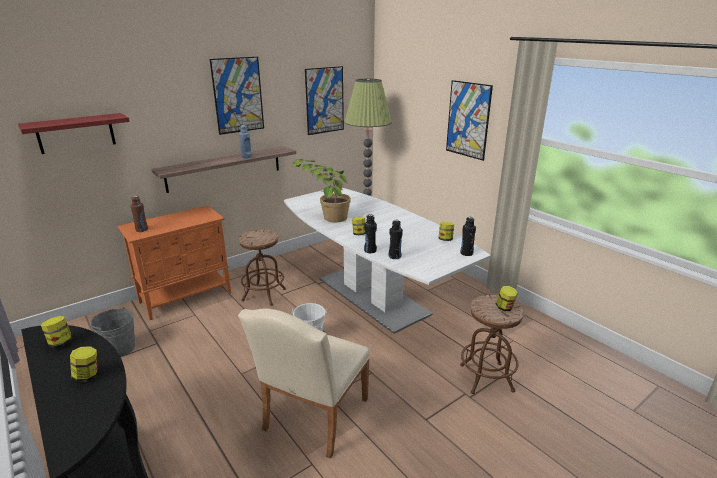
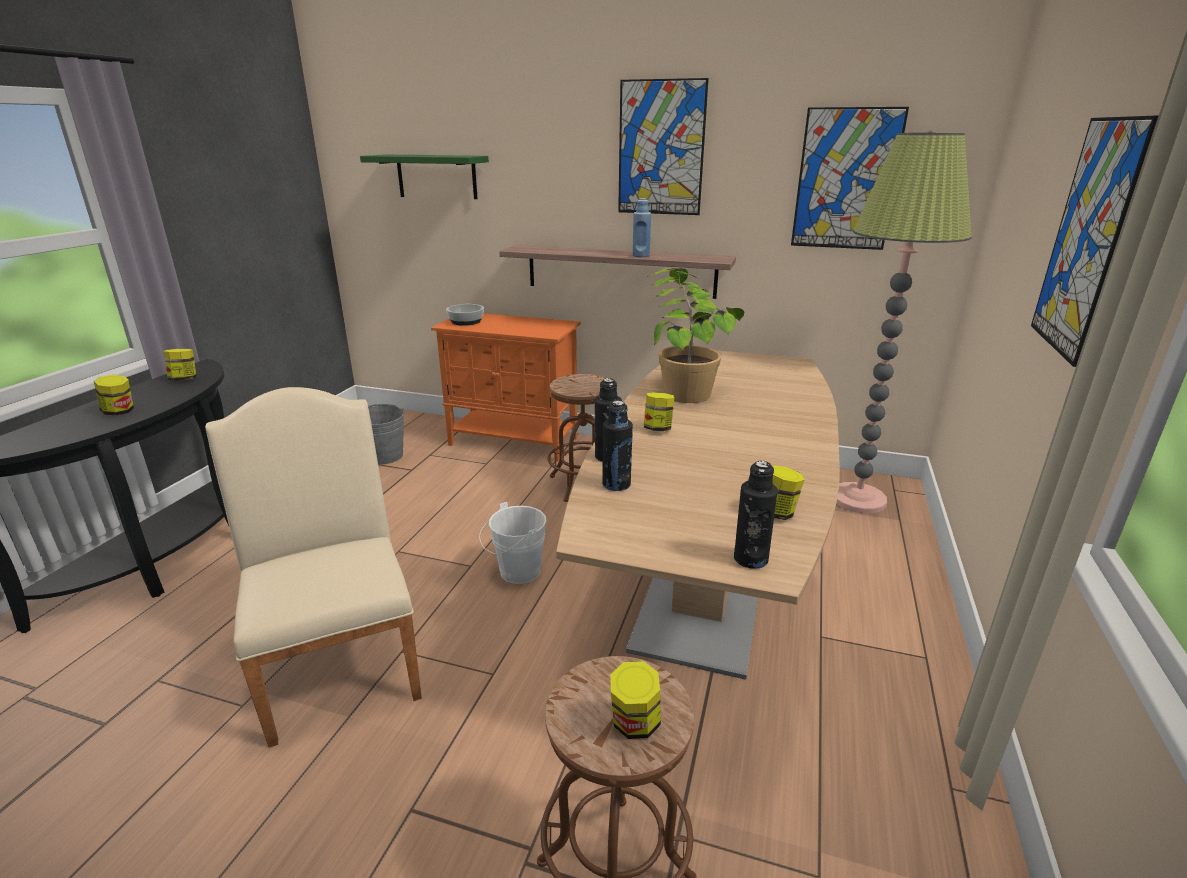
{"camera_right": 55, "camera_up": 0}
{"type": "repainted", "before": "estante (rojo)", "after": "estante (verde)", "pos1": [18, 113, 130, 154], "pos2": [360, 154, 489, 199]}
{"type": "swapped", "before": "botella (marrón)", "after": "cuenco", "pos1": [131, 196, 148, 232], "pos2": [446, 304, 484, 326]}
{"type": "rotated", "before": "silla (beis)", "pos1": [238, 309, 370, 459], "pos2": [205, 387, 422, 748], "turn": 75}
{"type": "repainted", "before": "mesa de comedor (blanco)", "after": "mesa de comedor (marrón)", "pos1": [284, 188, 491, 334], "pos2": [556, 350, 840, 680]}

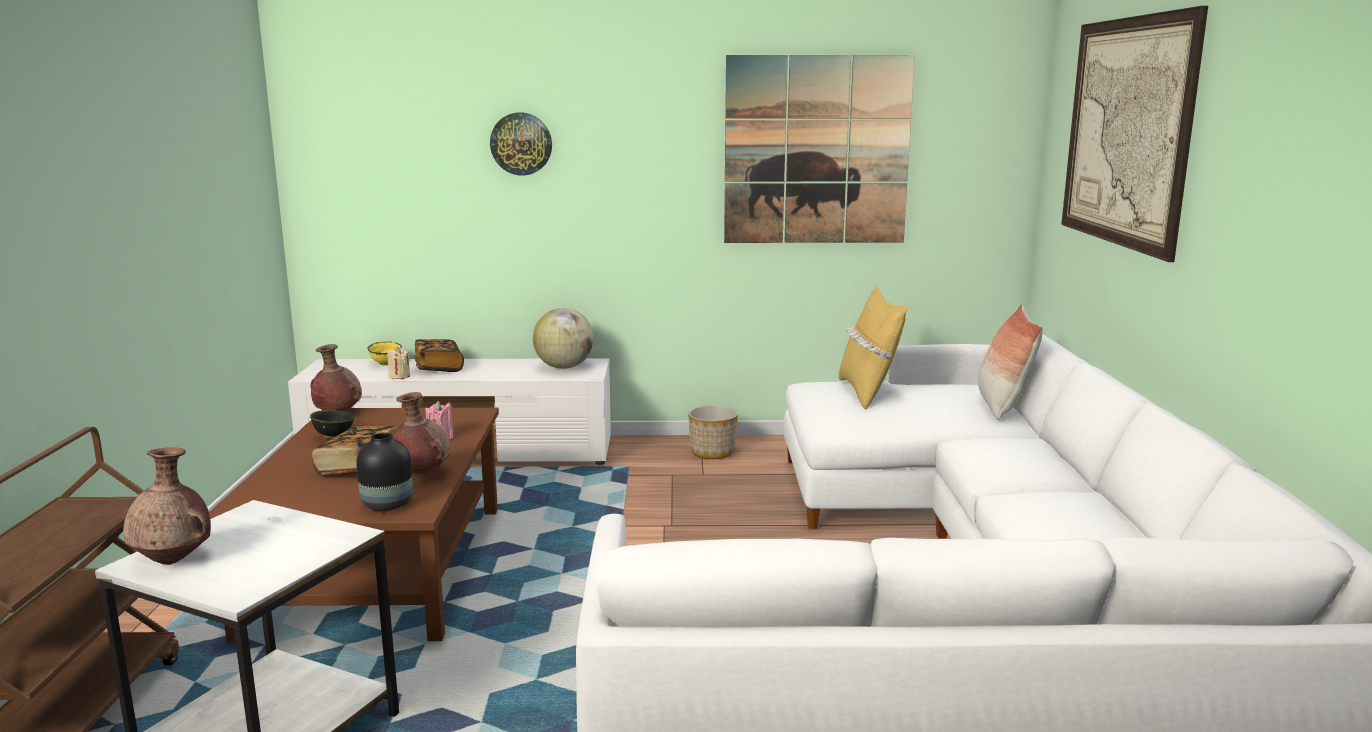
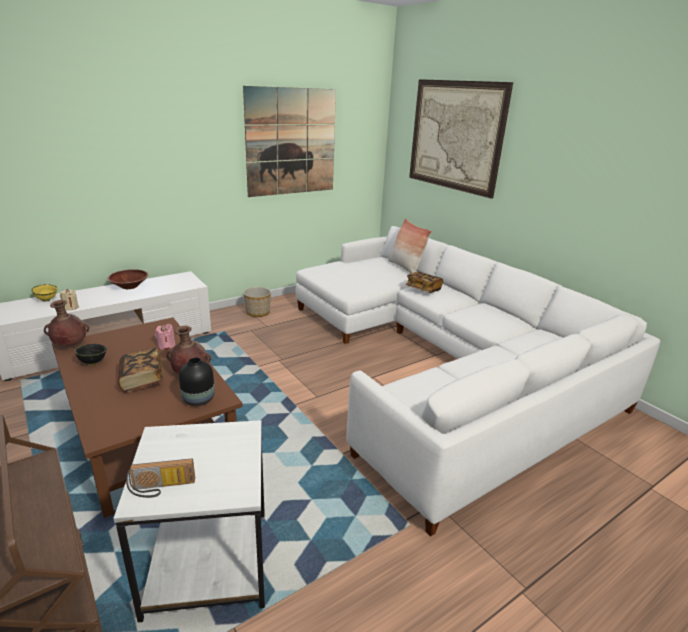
{"camera_right": -35, "camera_up": 10}
{"type": "swapped", "before": "florero (marrón)", "after": "radio", "pos1": [123, 447, 211, 565], "pos2": [126, 458, 195, 498]}
{"type": "shifted", "before": "libro", "pos1": [414, 339, 464, 372], "pos2": [405, 272, 443, 293]}
{"type": "gone", "before": "reloj de pared", "pos1": [490, 113, 552, 175]}
{"type": "gone", "before": "globo terráqueo", "pos1": [533, 308, 594, 369]}
{"type": "gone", "before": "cojín (amarillo)", "pos1": [838, 286, 908, 409]}
{"type": "new", "after": "cuenco (marrón)", "pos2": [108, 269, 148, 289]}

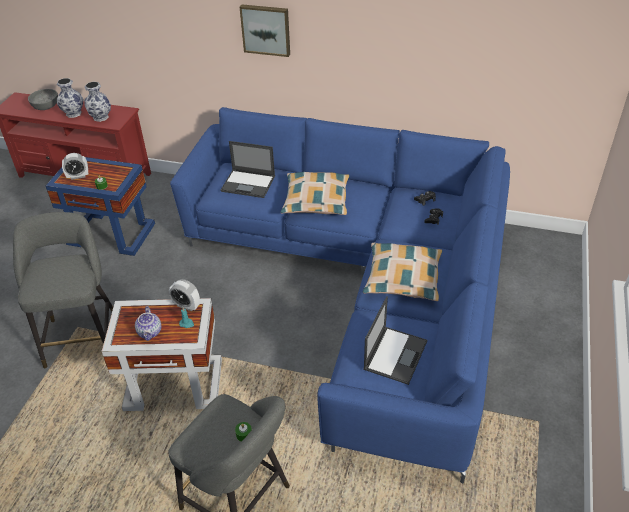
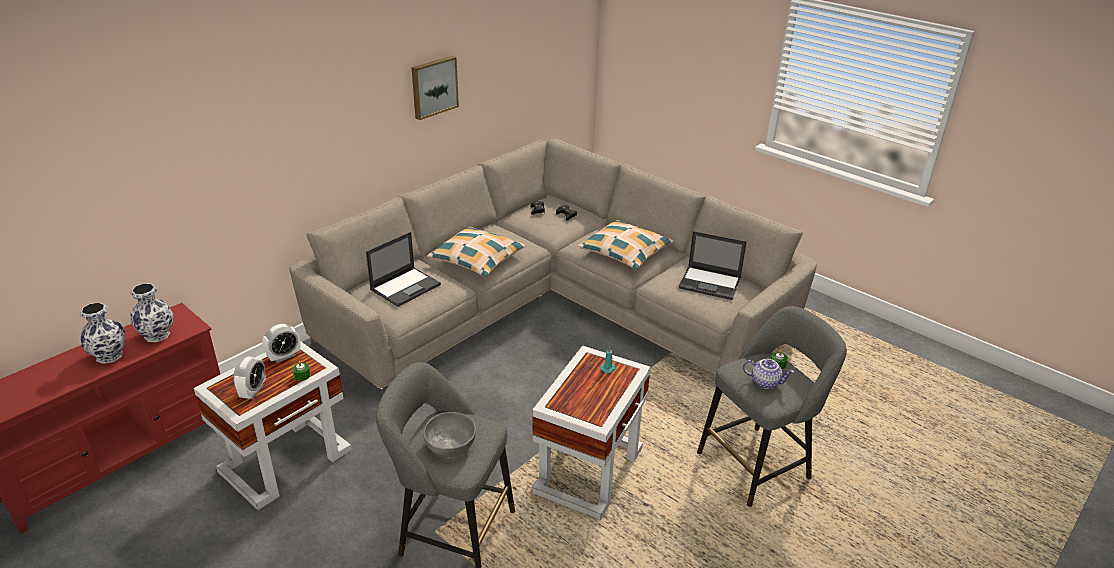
{"camera_right": -65, "camera_up": -10}
{"type": "shifted", "before": "cuenco (gris)", "pos1": [28, 89, 58, 110], "pos2": [423, 412, 476, 457]}
{"type": "repainted", "before": "mesa auxiliar (azul)", "after": "mesa auxiliar (blanco)", "pos1": [46, 157, 155, 256], "pos2": [193, 341, 352, 510]}
{"type": "shifted", "before": "tetera", "pos1": [135, 306, 161, 341], "pos2": [743, 359, 794, 389]}
{"type": "shifted", "before": "despertador", "pos1": [169, 279, 200, 311], "pos2": [263, 324, 300, 363]}
{"type": "repainted", "before": "sofá (azul)", "after": "sofá (beis)", "pos1": [170, 107, 510, 483], "pos2": [289, 139, 817, 398]}
{"type": "shifted", "before": "cuadro", "pos1": [239, 4, 290, 57], "pos2": [412, 56, 459, 120]}
{"type": "rotated", "before": "portátil", "pos1": [363, 296, 427, 385], "pos2": [679, 231, 747, 300], "turn": 150}

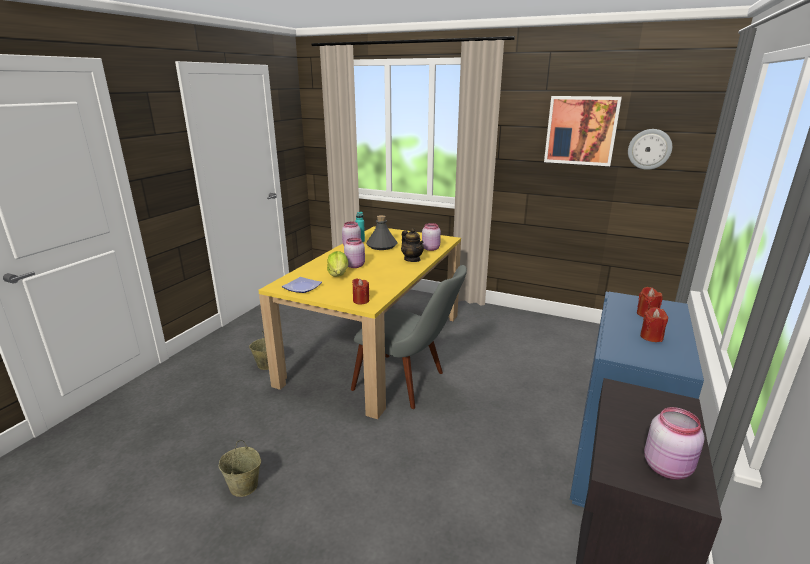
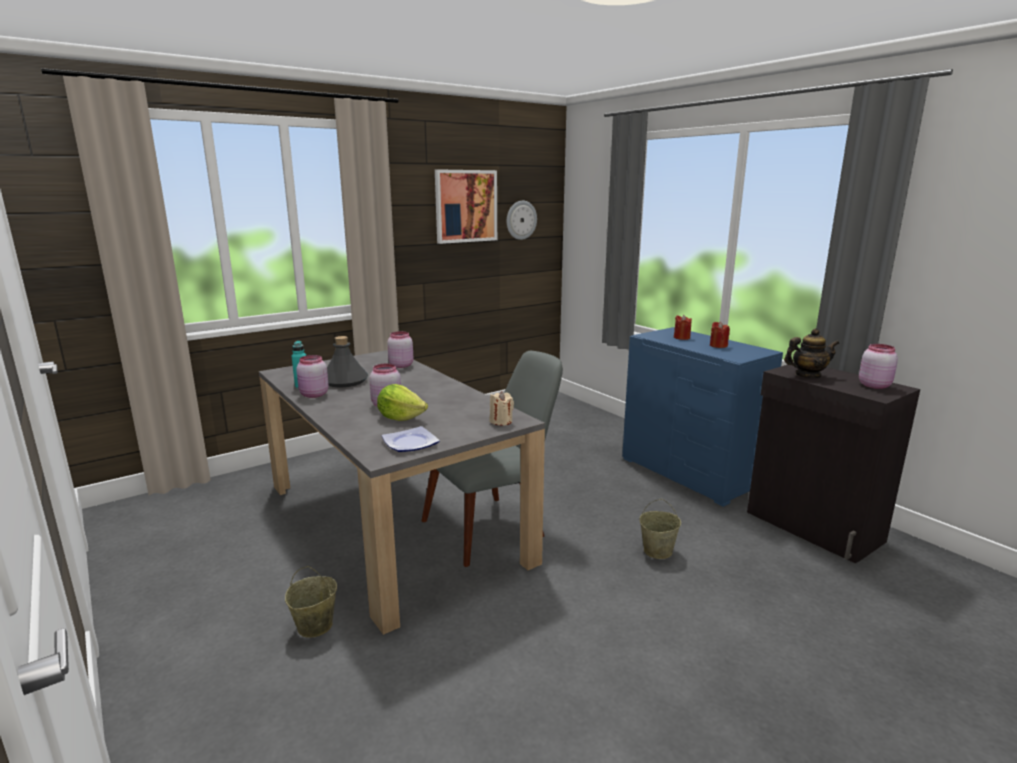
{"camera_right": -60, "camera_up": -5}
{"type": "shifted", "before": "cubo (beis)", "pos1": [218, 440, 261, 497], "pos2": [639, 499, 681, 559]}
{"type": "repainted", "before": "mesa de comedor (amarillo)", "after": "mesa de comedor (gris)", "pos1": [258, 226, 461, 419], "pos2": [259, 350, 545, 635]}
{"type": "repainted", "before": "vela (rojo)", "after": "vela (beis)", "pos1": [352, 278, 369, 305], "pos2": [490, 391, 514, 426]}
{"type": "shifted", "before": "tetera", "pos1": [401, 228, 424, 262], "pos2": [784, 328, 839, 378]}

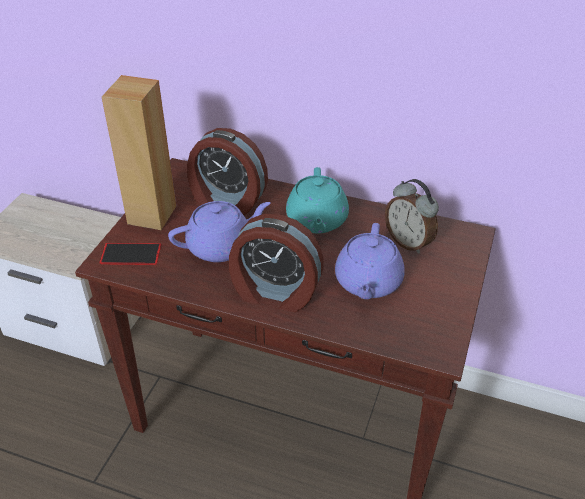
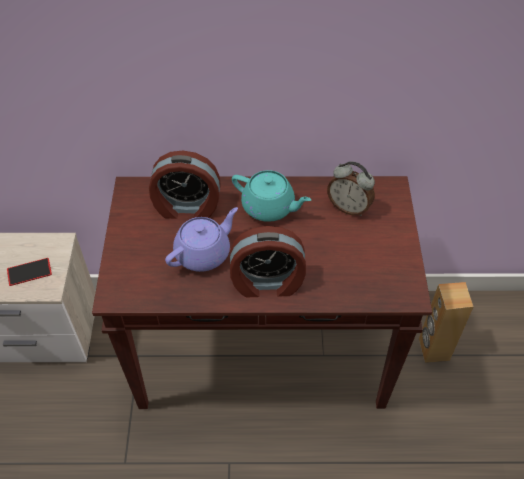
{"camera_right": -20, "camera_up": 10}
{"type": "shifted", "before": "móvil", "pos1": [99, 243, 161, 265], "pos2": [7, 258, 52, 286]}
{"type": "shifted", "before": "altavoz (marrón)", "pos1": [102, 75, 176, 230], "pos2": [419, 282, 474, 363]}
{"type": "rotated", "before": "tetera (turquesa)", "pos1": [286, 167, 349, 234], "pos2": [232, 170, 312, 222], "turn": -45}
{"type": "gone", "before": "tetera (morado)", "pos1": [335, 223, 405, 299]}

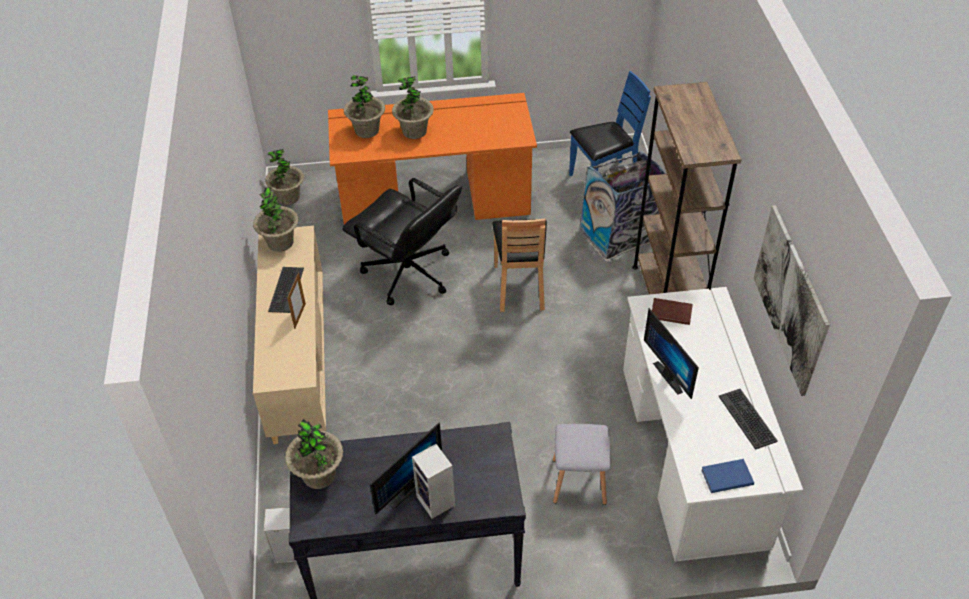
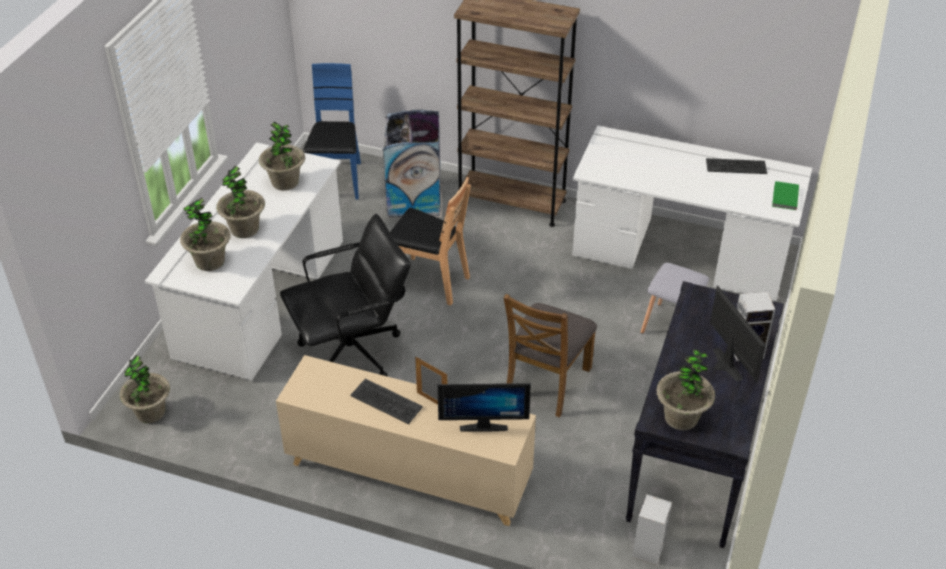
{"camera_right": -65, "camera_up": -5}
{"type": "shifted", "before": "planta en maceta", "pos1": [253, 187, 299, 252], "pos2": [259, 121, 305, 191]}
{"type": "repainted", "before": "escritorio (naranja)", "after": "escritorio (blanco)", "pos1": [328, 93, 537, 224], "pos2": [145, 142, 343, 381]}
{"type": "shifted", "before": "monitor", "pos1": [644, 308, 699, 399], "pos2": [437, 383, 531, 432]}
{"type": "gone", "before": "libro (marrón)", "pos1": [652, 298, 693, 325]}
{"type": "repainted", "before": "libro (azul)", "after": "libro (verde)", "pos1": [701, 459, 754, 493], "pos2": [772, 181, 799, 210]}
{"type": "gone", "before": "cuadro", "pos1": [753, 205, 830, 396]}
{"type": "new", "after": "silla (marrón)", "pos2": [504, 294, 597, 418]}

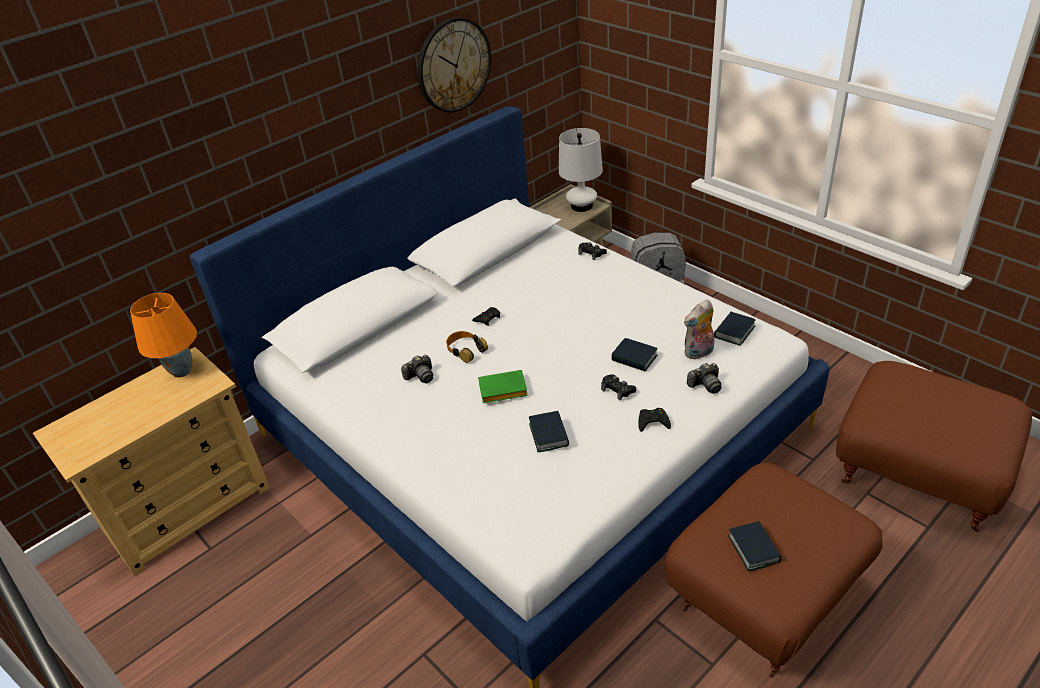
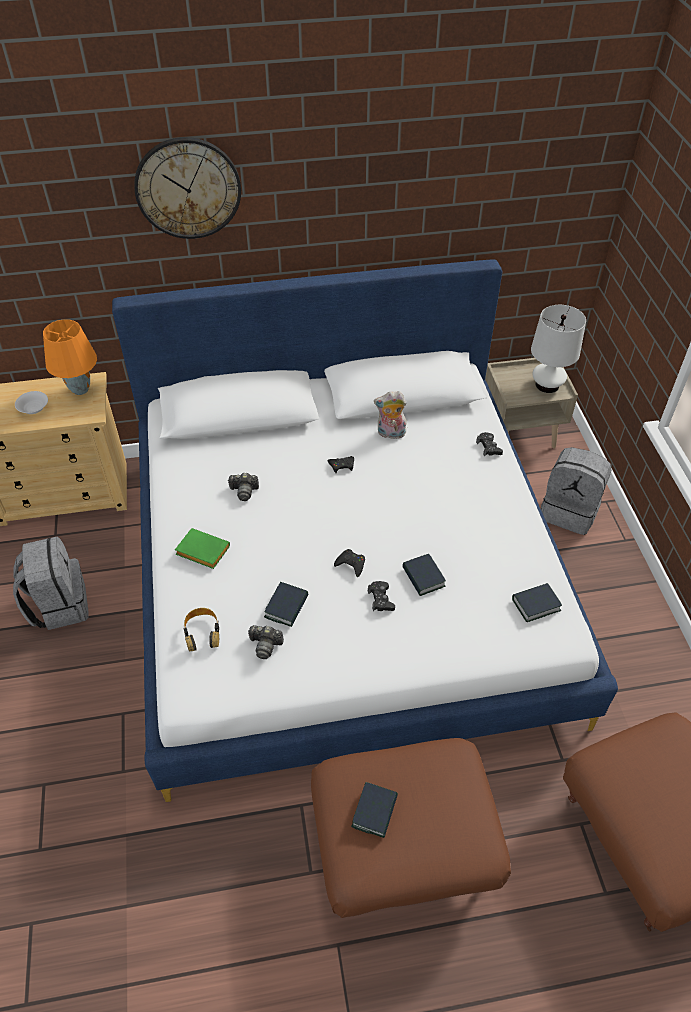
{"camera_right": 30, "camera_up": 10}
{"type": "shifted", "before": "reloj de pared", "pos1": [417, 17, 491, 112], "pos2": [134, 137, 241, 239]}
{"type": "shifted", "before": "auriculares", "pos1": [446, 331, 488, 363], "pos2": [183, 608, 219, 652]}
{"type": "shifted", "before": "libro (verde)", "pos1": [478, 370, 528, 403], "pos2": [175, 528, 230, 569]}
{"type": "shifted", "before": "mando de consola (negro)", "pos1": [638, 408, 671, 432], "pos2": [334, 549, 365, 577]}
{"type": "shifted", "before": "peluche", "pos1": [684, 300, 715, 359], "pos2": [374, 391, 407, 439]}
{"type": "shifted", "before": "cámara", "pos1": [687, 363, 722, 394], "pos2": [248, 625, 284, 659]}
{"type": "new", "after": "mochila (gris)", "pos2": [13, 536, 89, 630]}
{"type": "new", "after": "cuenco (blanco)", "pos2": [15, 391, 48, 414]}

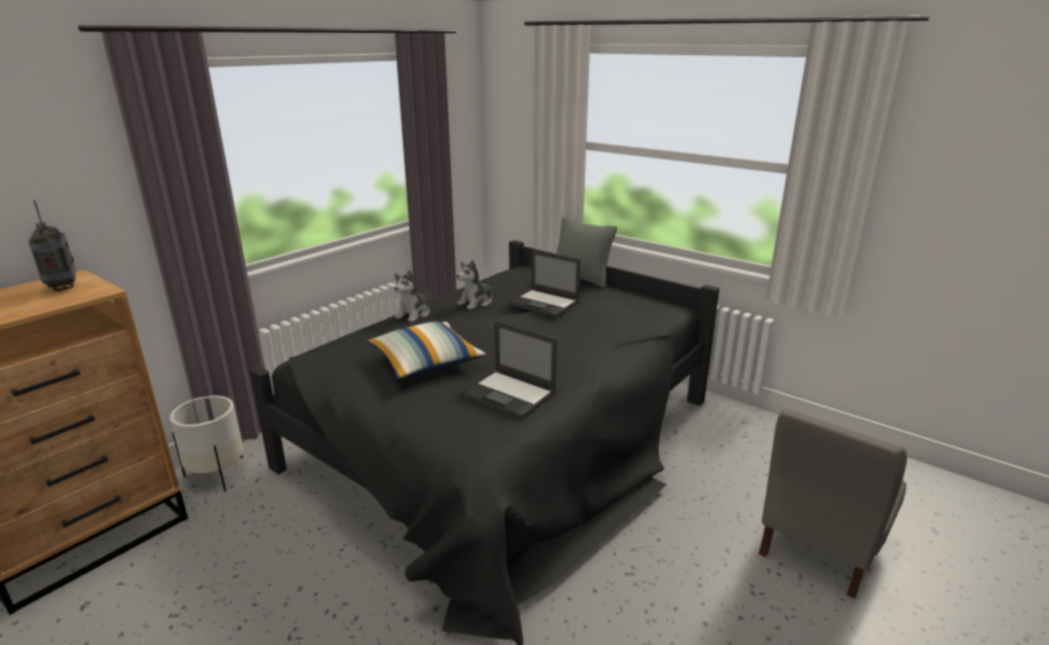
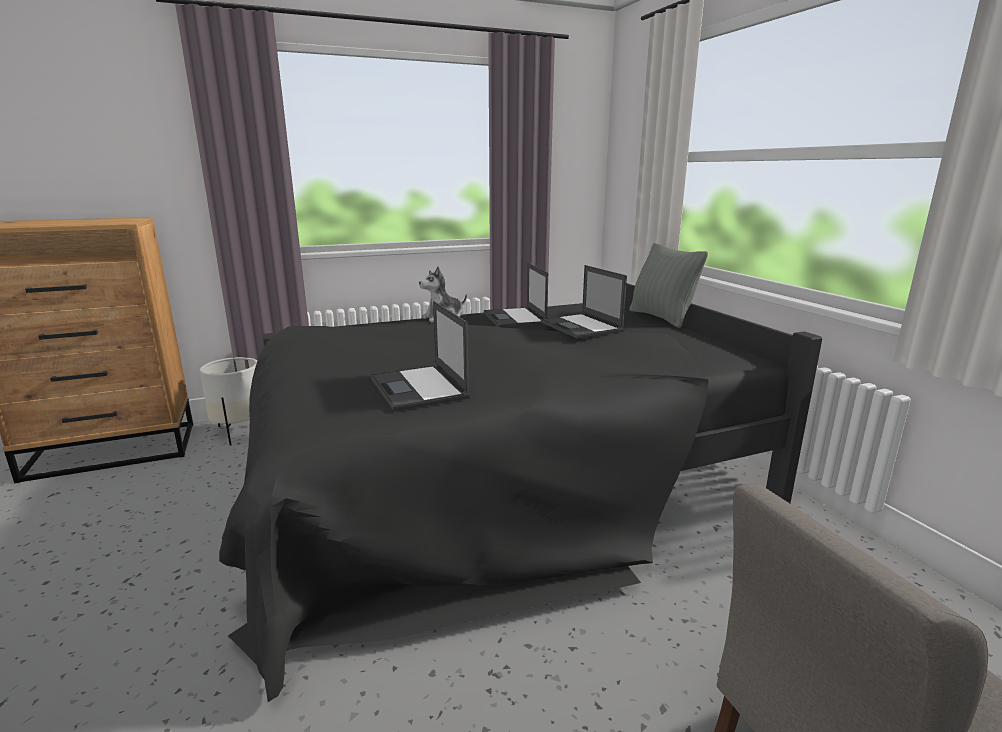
{"camera_right": 30, "camera_up": -5}
{"type": "gone", "before": "radio", "pos1": [29, 200, 76, 291]}
{"type": "gone", "before": "cojín", "pos1": [366, 322, 486, 379]}
{"type": "swapped", "before": "peluche", "after": "portátil", "pos1": [456, 260, 494, 310], "pos2": [484, 263, 548, 328]}

